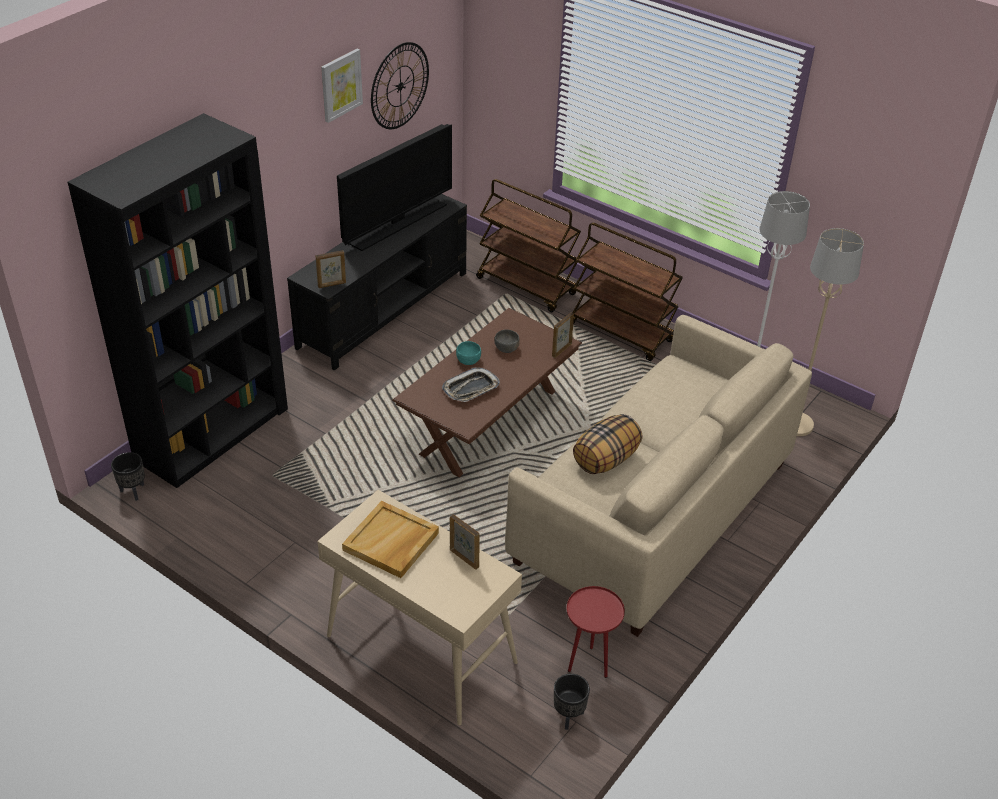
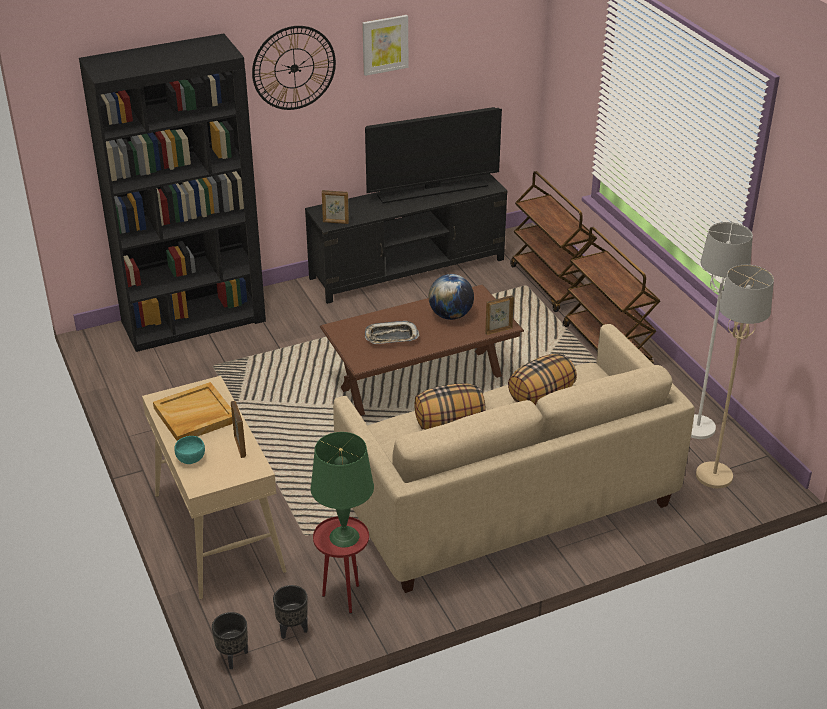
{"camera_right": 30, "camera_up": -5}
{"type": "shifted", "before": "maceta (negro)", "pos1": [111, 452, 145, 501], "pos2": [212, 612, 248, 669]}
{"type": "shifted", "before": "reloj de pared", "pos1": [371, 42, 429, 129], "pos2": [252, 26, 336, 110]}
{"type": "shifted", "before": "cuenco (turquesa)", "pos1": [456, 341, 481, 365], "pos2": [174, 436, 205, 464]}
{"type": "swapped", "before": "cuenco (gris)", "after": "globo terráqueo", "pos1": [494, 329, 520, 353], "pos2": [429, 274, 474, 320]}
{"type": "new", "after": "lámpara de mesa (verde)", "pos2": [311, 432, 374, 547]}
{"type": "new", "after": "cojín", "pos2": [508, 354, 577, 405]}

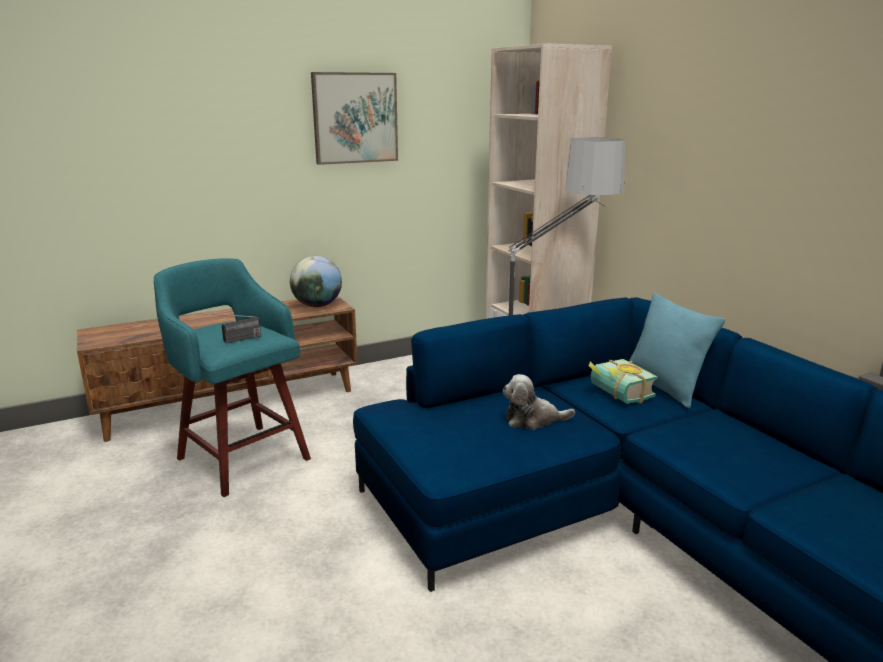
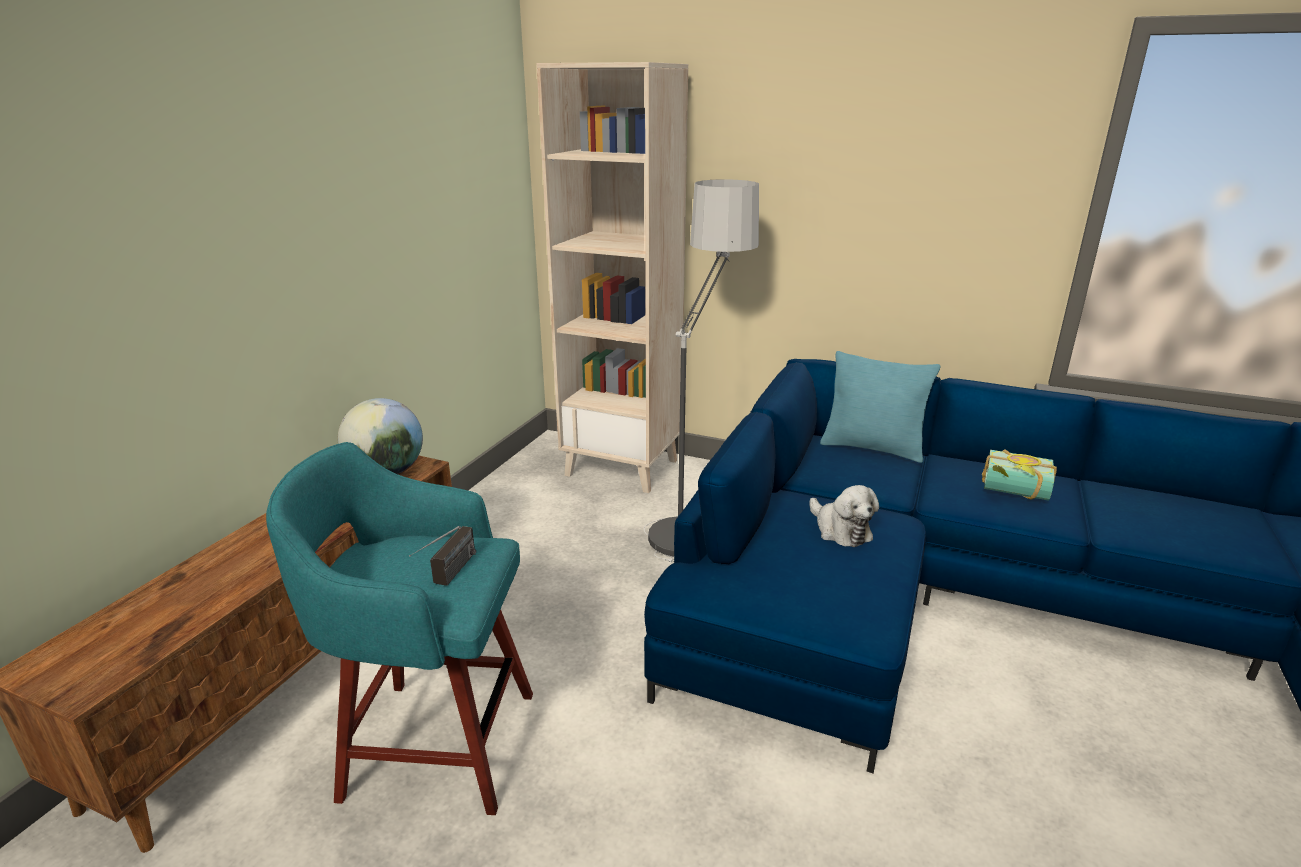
{"camera_right": -40, "camera_up": 5}
{"type": "gone", "before": "cuadro", "pos1": [311, 72, 398, 165]}
{"type": "rotated", "before": "peluche", "pos1": [502, 374, 575, 430], "pos2": [809, 485, 879, 547], "turn": -75}
{"type": "shifted", "before": "libro", "pos1": [588, 359, 658, 404], "pos2": [982, 449, 1057, 501]}

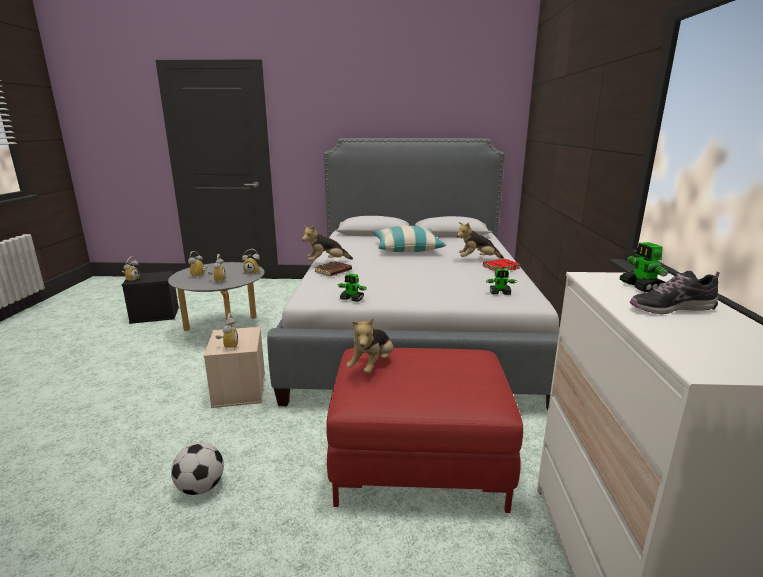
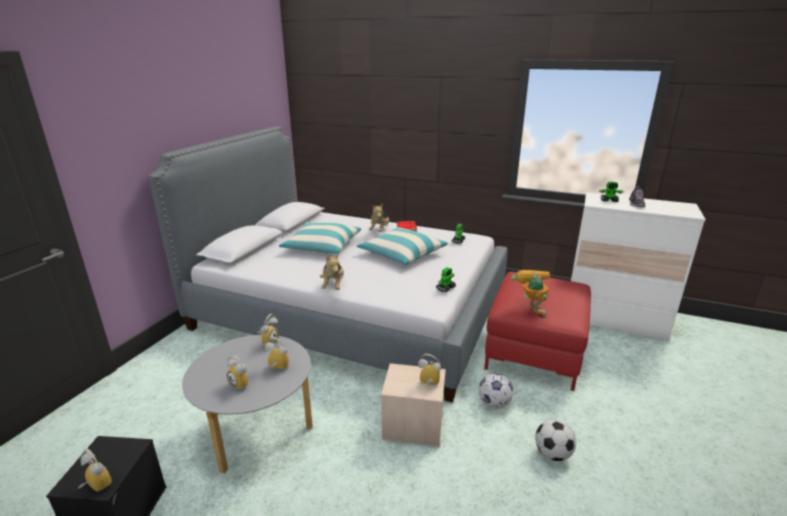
{"camera_right": -70, "camera_up": 5}
{"type": "gone", "before": "libro (marrón)", "pos1": [314, 261, 352, 276]}
{"type": "swapped", "before": "peluche", "after": "robot de juguete", "pos1": [346, 318, 393, 374], "pos2": [511, 270, 550, 316]}
{"type": "new", "after": "cojín", "pos2": [357, 227, 448, 265]}
{"type": "new", "after": "balón de fútbol", "pos2": [479, 373, 513, 409]}

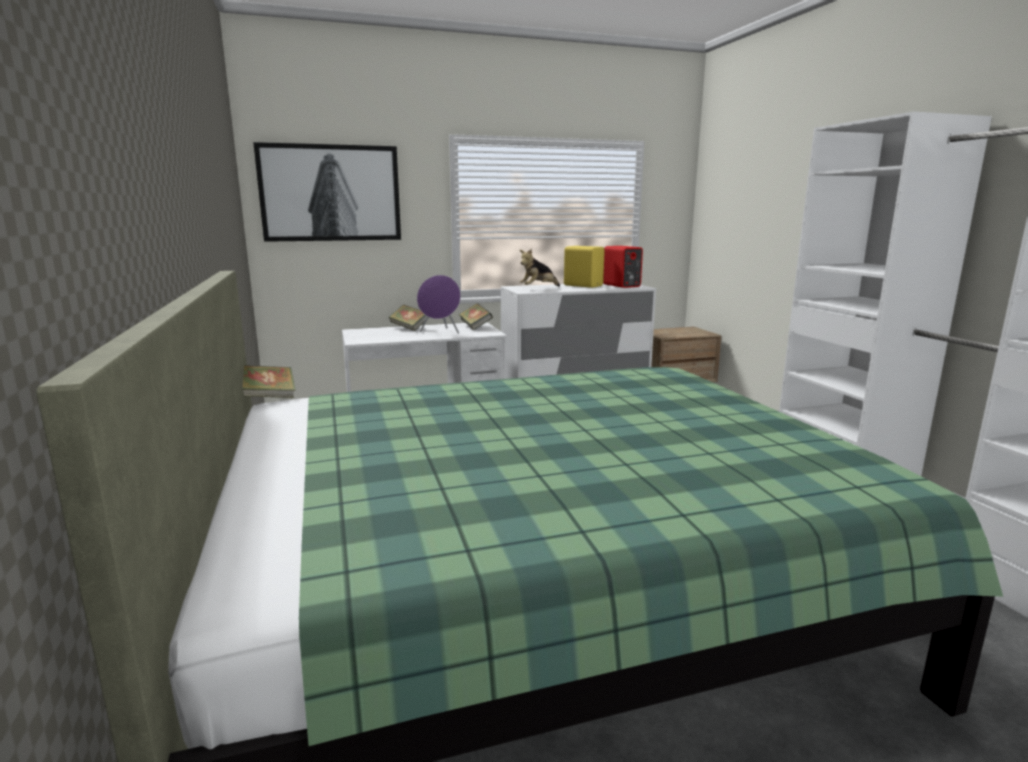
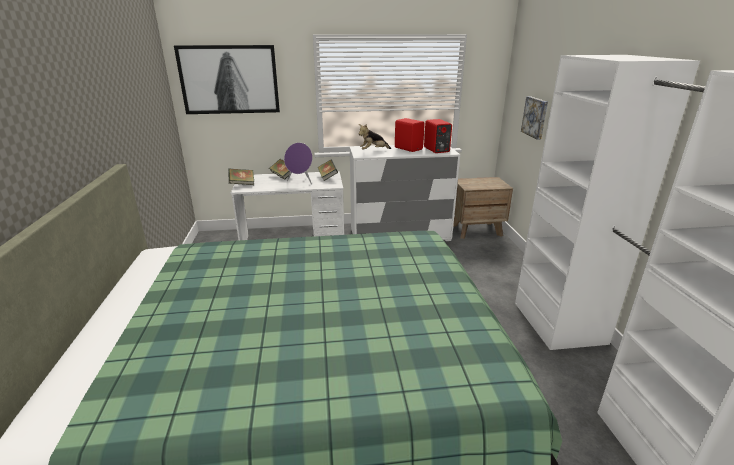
{"camera_right": 10, "camera_up": 10}
{"type": "shifted", "before": "libro", "pos1": [243, 365, 296, 398], "pos2": [228, 169, 254, 185]}
{"type": "repainted", "before": "altavoz (amarillo)", "after": "altavoz (rojo)", "pos1": [564, 246, 605, 288], "pos2": [395, 118, 425, 152]}
{"type": "new", "after": "cuadro", "pos2": [521, 96, 548, 140]}

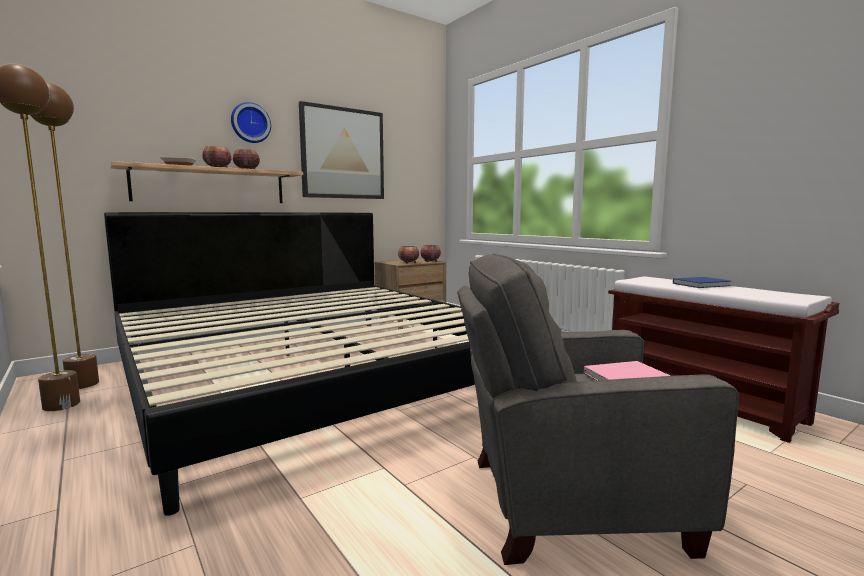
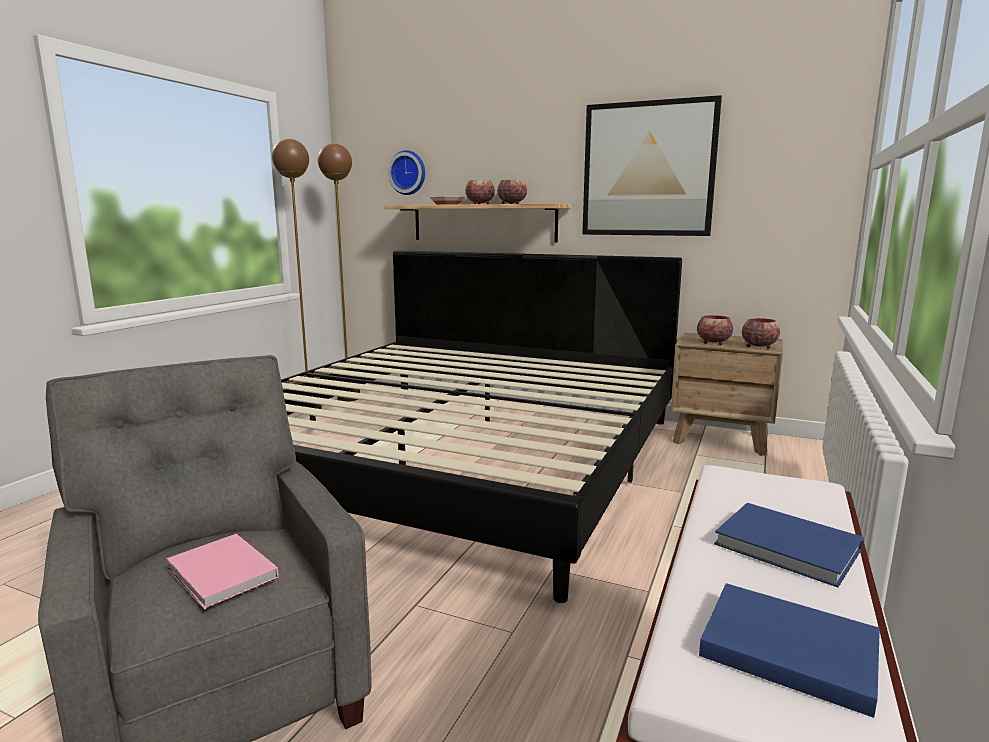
{"camera_right": 60, "camera_up": 5}
{"type": "shifted", "before": "reloj de pared", "pos1": [231, 102, 271, 143], "pos2": [388, 150, 425, 195]}
{"type": "new", "after": "libro (azul)", "pos2": [699, 583, 880, 718]}

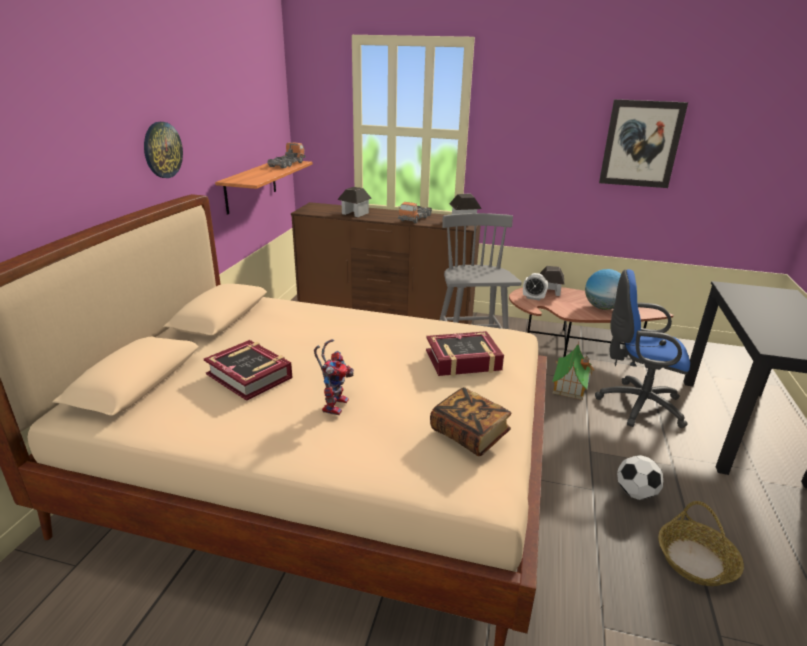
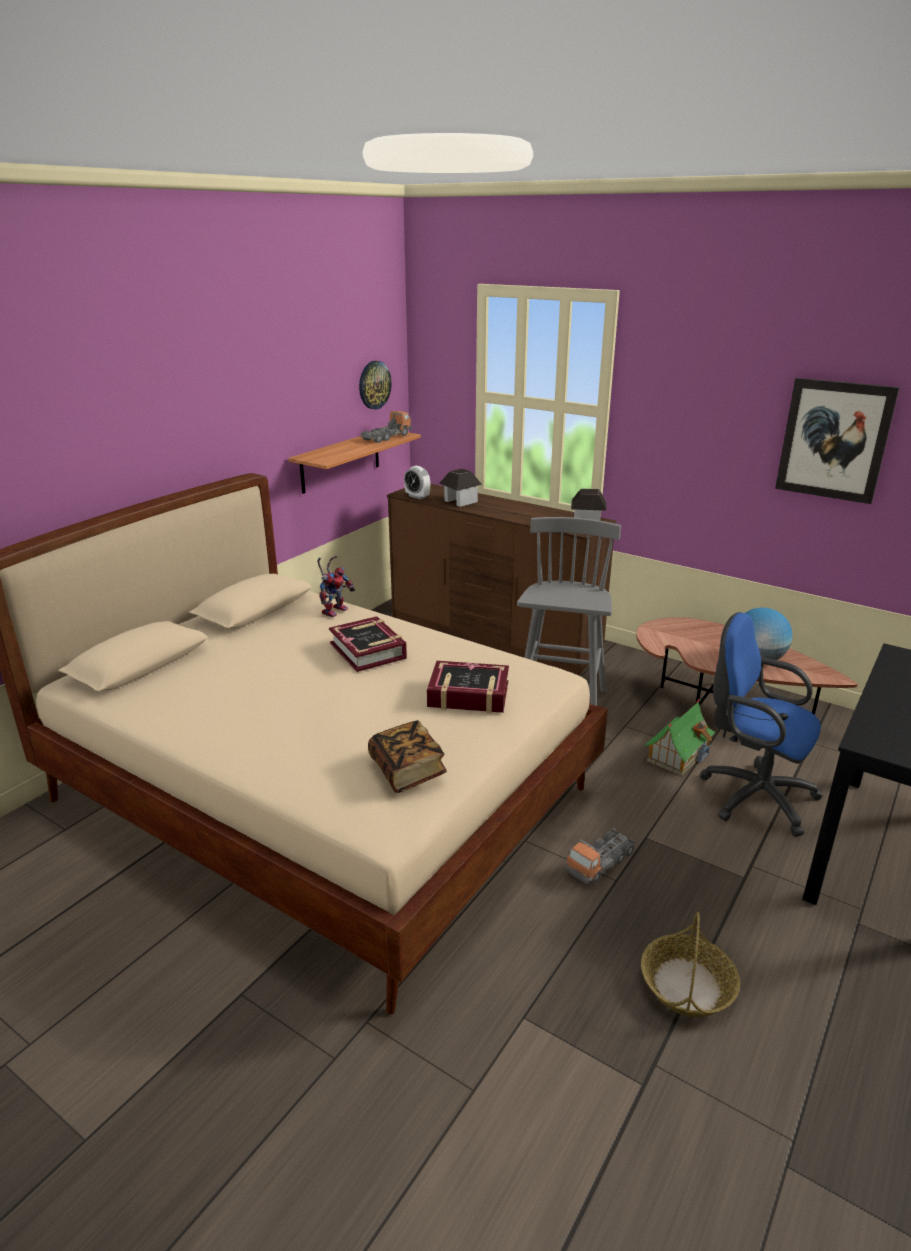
{"camera_right": 20, "camera_up": 0}
{"type": "shifted", "before": "reloj de pared", "pos1": [144, 122, 183, 178], "pos2": [359, 361, 392, 409]}
{"type": "shifted", "before": "libro", "pos1": [204, 340, 293, 401], "pos2": [329, 616, 407, 672]}
{"type": "shifted", "before": "robot de juguete", "pos1": [314, 339, 354, 415], "pos2": [317, 556, 355, 617]}
{"type": "shifted", "before": "camión de juguete", "pos1": [398, 202, 432, 223], "pos2": [565, 829, 636, 885]}
{"type": "shifted", "before": "despertador", "pos1": [523, 273, 548, 301], "pos2": [404, 466, 430, 500]}
{"type": "gone", "before": "casita", "pos1": [540, 266, 564, 296]}
{"type": "gone", "before": "balón de fútbol", "pos1": [617, 455, 663, 500]}

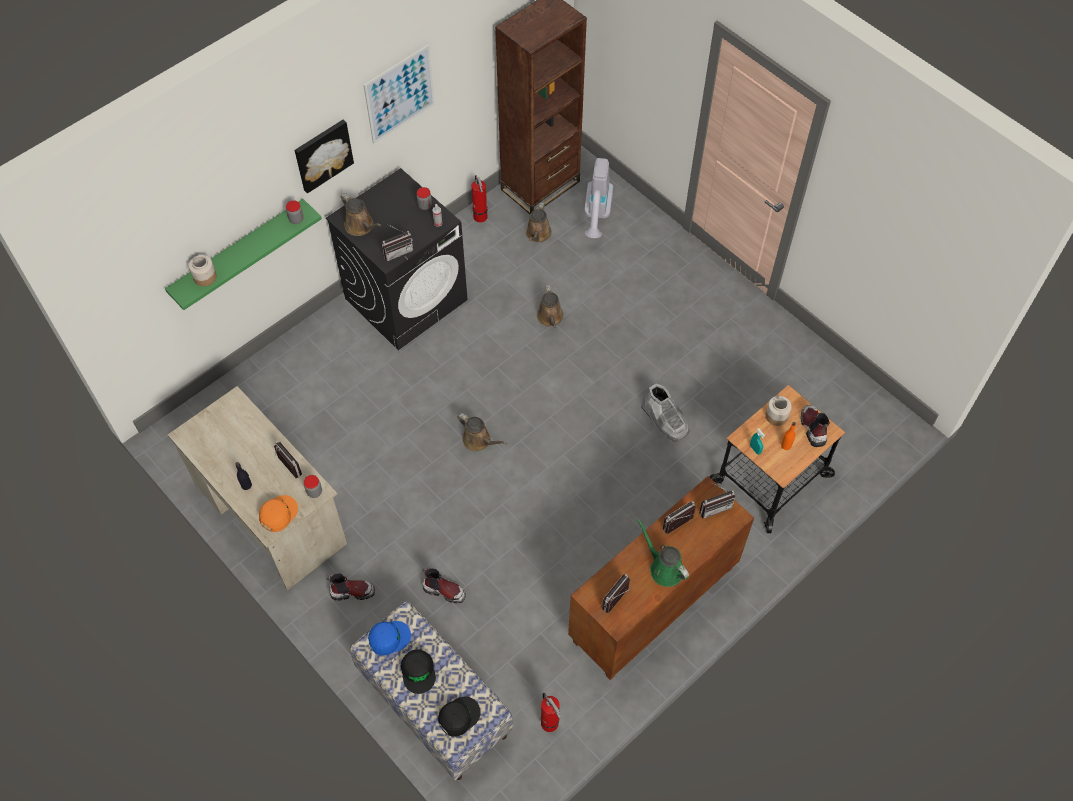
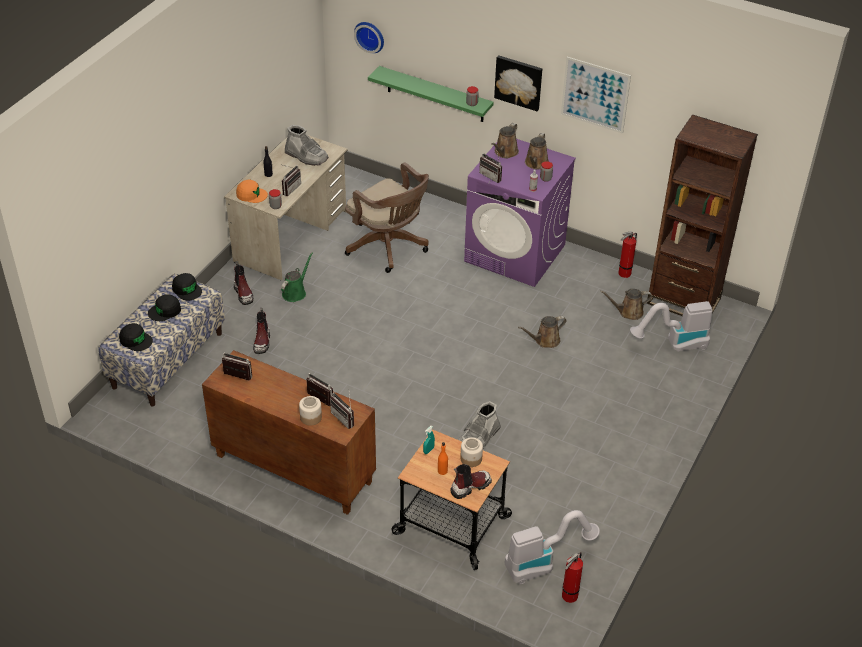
{"camera_right": 70, "camera_up": -15}
{"type": "shifted", "before": "tarro", "pos1": [189, 255, 217, 286], "pos2": [299, 396, 322, 426]}
{"type": "repainted", "before": "lavadora (negro)", "after": "lavadora (morado)", "pos1": [326, 168, 468, 350], "pos2": [464, 139, 576, 287]}
{"type": "repainted", "before": "gorra (azul)", "after": "gorra (negro)", "pos1": [368, 621, 411, 655], "pos2": [172, 273, 202, 300]}
{"type": "shifted", "before": "regadera (marrón)", "pos1": [457, 413, 507, 451], "pos2": [525, 133, 549, 169]}
{"type": "shifted", "before": "extintor", "pos1": [540, 693, 561, 732], "pos2": [562, 552, 583, 603]}
{"type": "shifted", "before": "regadera (verde)", "pos1": [637, 518, 689, 587], "pos2": [281, 252, 313, 302]}
{"type": "new", "after": "bota (gris)", "pos2": [285, 125, 329, 166]}
{"type": "new", "after": "silla de oficina (marrón)", "pos2": [345, 162, 429, 273]}
{"type": "new", "after": "reloj de pared", "pos2": [354, 22, 384, 53]}
{"type": "new", "after": "aspiradora", "pos2": [505, 510, 600, 584]}

